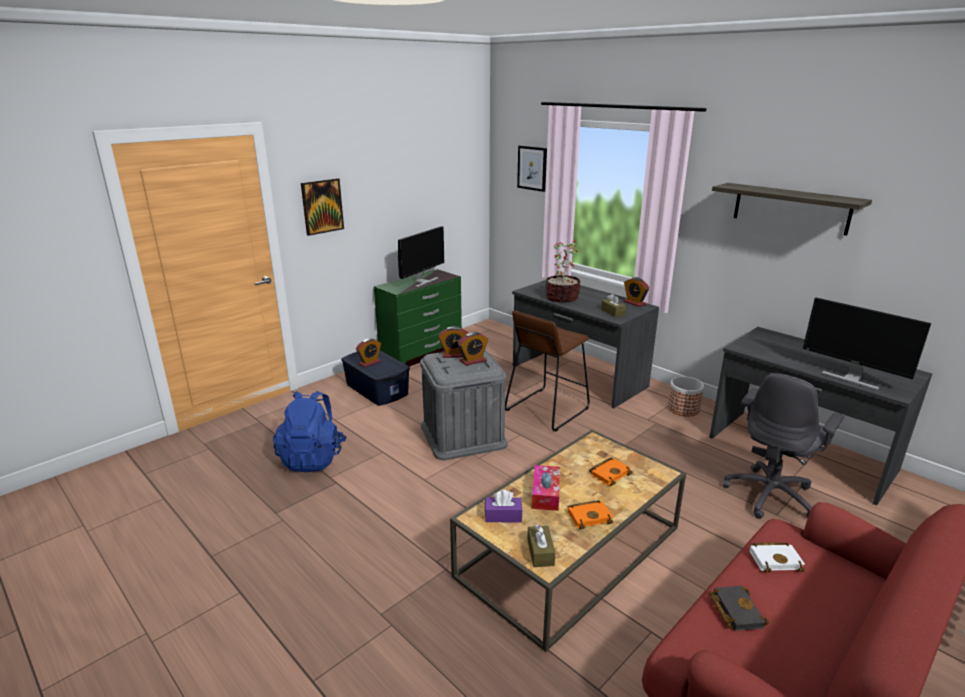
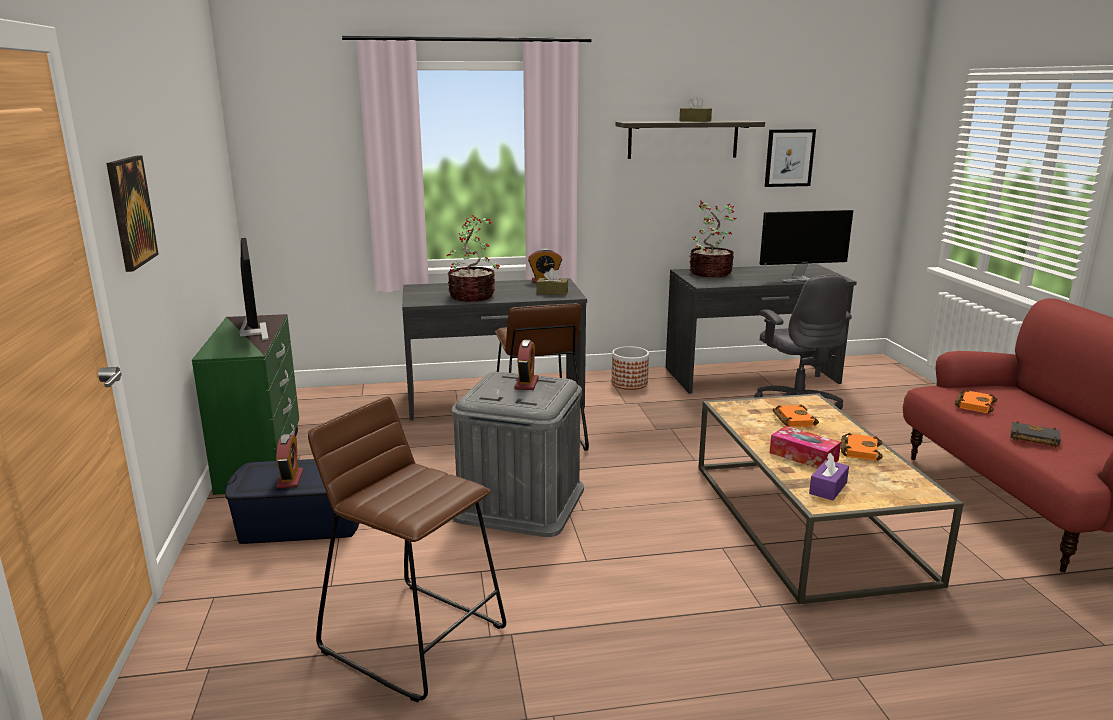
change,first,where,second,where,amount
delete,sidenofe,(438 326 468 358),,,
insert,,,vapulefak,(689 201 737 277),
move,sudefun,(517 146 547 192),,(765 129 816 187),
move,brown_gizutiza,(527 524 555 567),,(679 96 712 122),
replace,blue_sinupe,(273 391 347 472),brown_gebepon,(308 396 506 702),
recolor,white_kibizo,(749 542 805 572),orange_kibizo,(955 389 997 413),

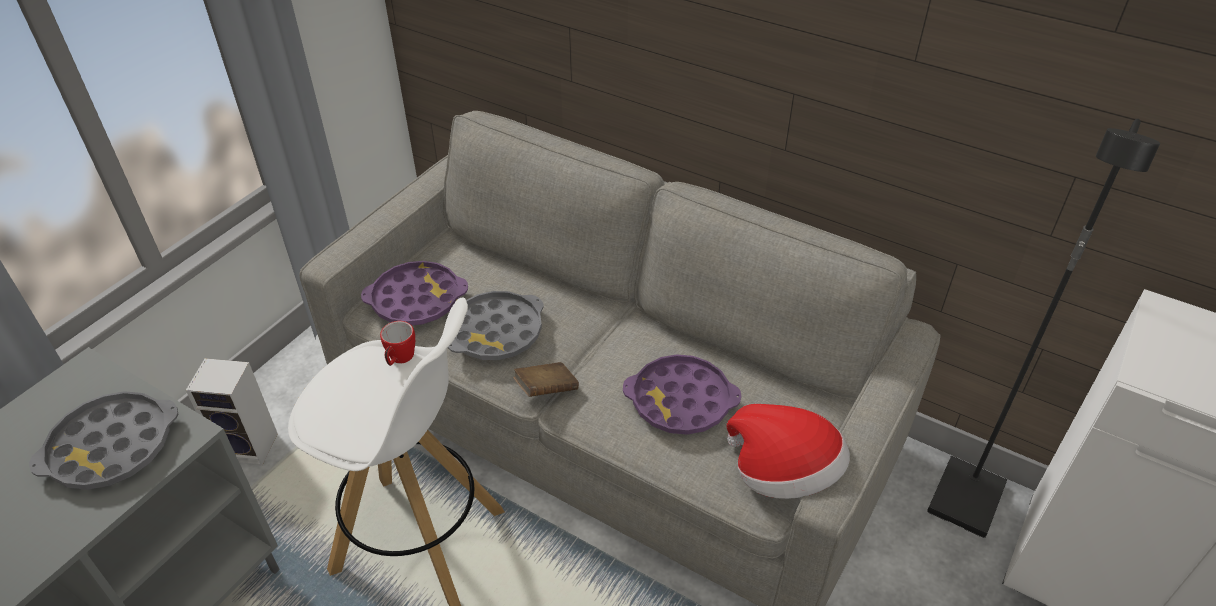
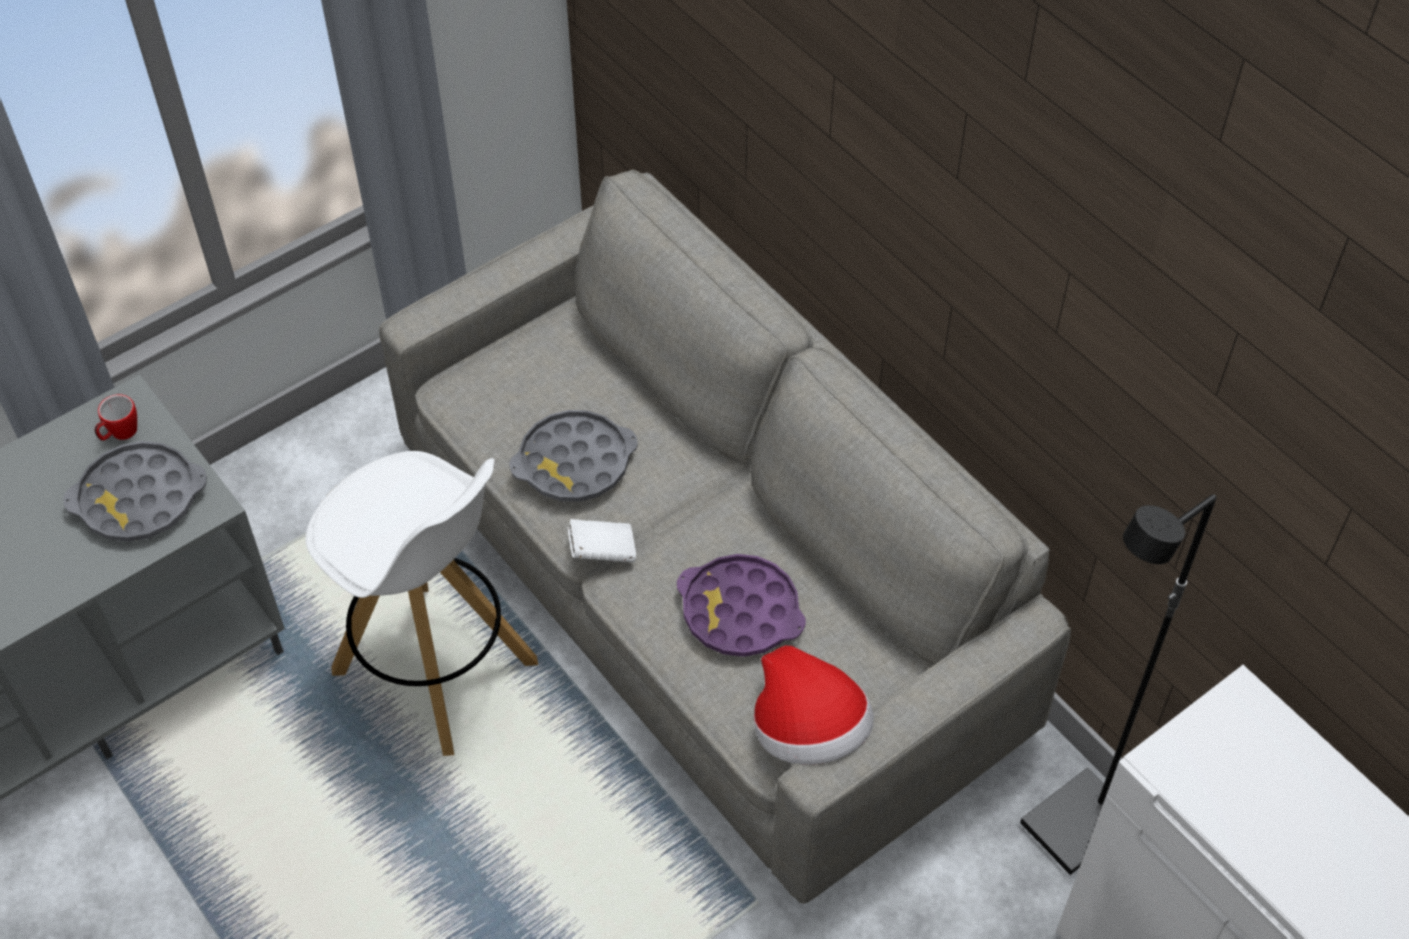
change,first,where,second,where,amount
delete,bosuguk,(186 358 278 465),,,
delete,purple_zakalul,(361 261 468 325),,,
move,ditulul,(380 321 415 366),,(95 394 137 440),
recolor,brown_kibizo,(513 362 579 397),white_kibizo,(568 519 636 563),

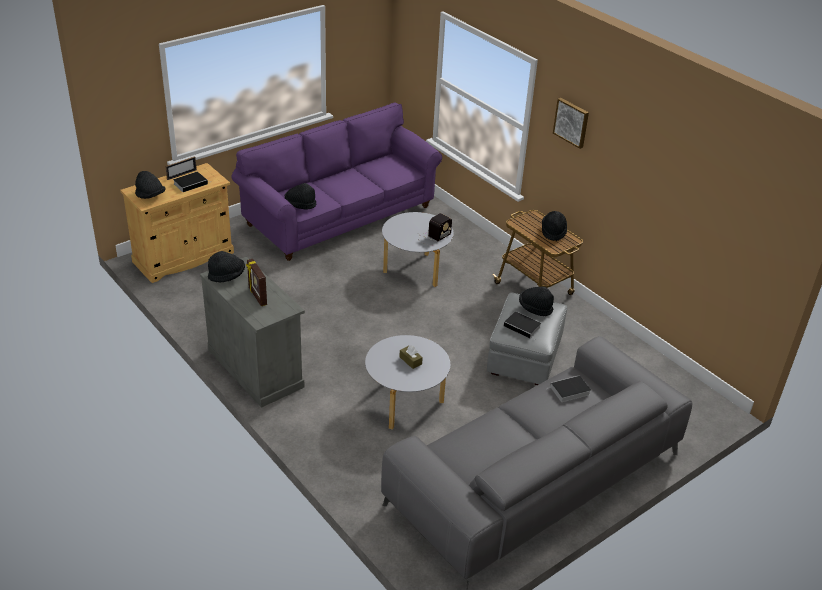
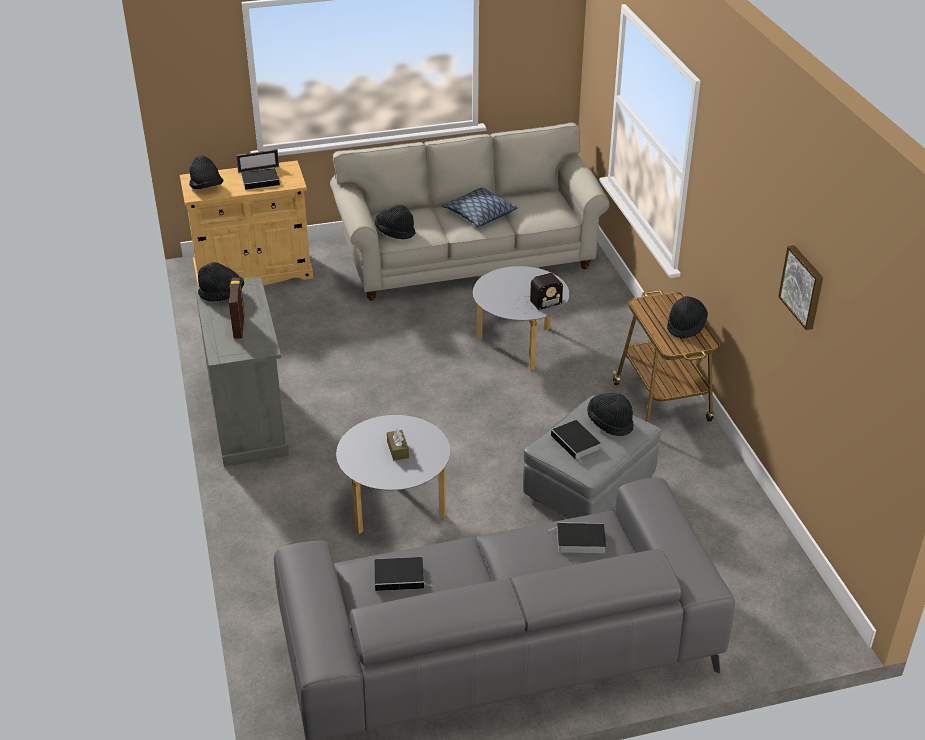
change,first,where,second,where,amount
insert,,,kibizo,(375 557 429 591),
insert,,,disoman,(442 188 518 227),
move,sudefun,(553 98 589 149),,(778 245 823 330),
recolor,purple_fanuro,(232 103 442 261),beige_fanuro,(330 123 610 301),

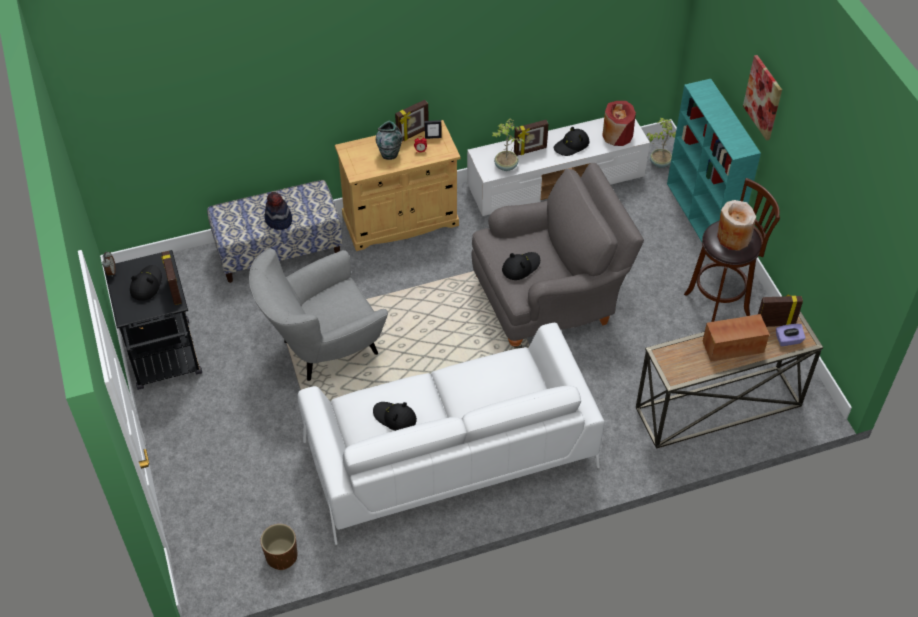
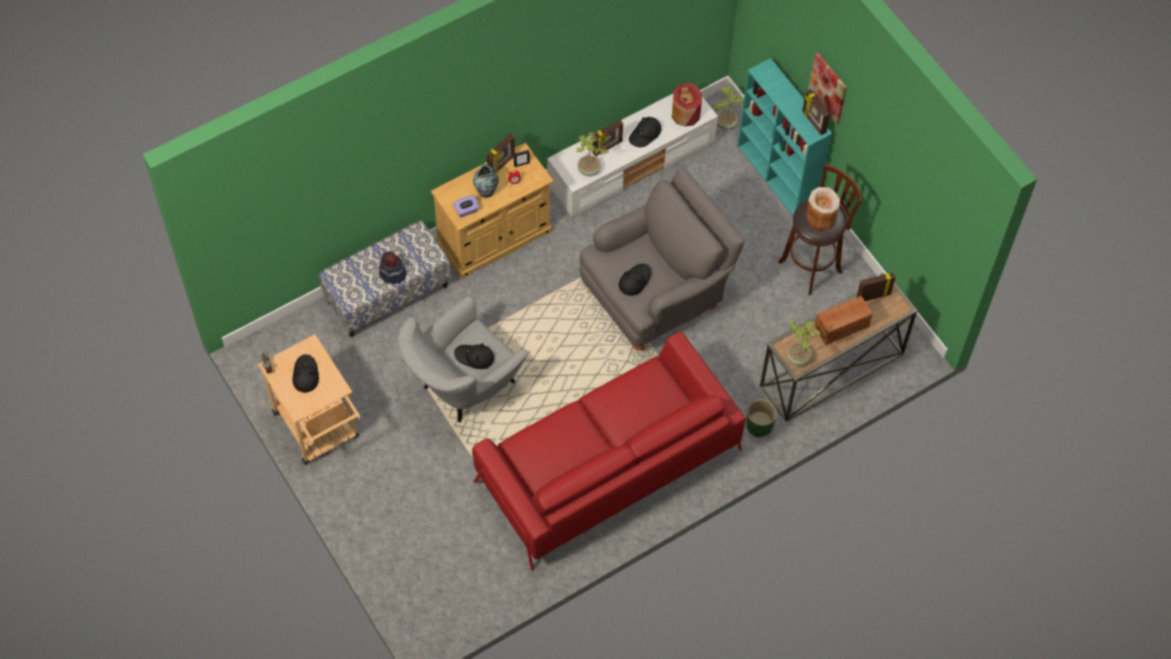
change,first,where,second,where,amount
delete,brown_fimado,(260 524 297 570),,,
insert,,,green_fimado,(746 399 777 437),
insert,,,vapulefak,(787 319 821 366),
move,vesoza,(161 251 182 305),,(802 89 830 135),
move,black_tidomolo,(373 402 417 431),,(454 343 494 369),
move,purple_gizutiza,(776 324 806 346),,(453 195 479 217),
recolor,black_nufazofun,(104 250 202 390),beige_nufazofun,(258 334 361 465),
recolor,white_fanuro,(298 323 605 545),red_fanuro,(472 332 746 571),

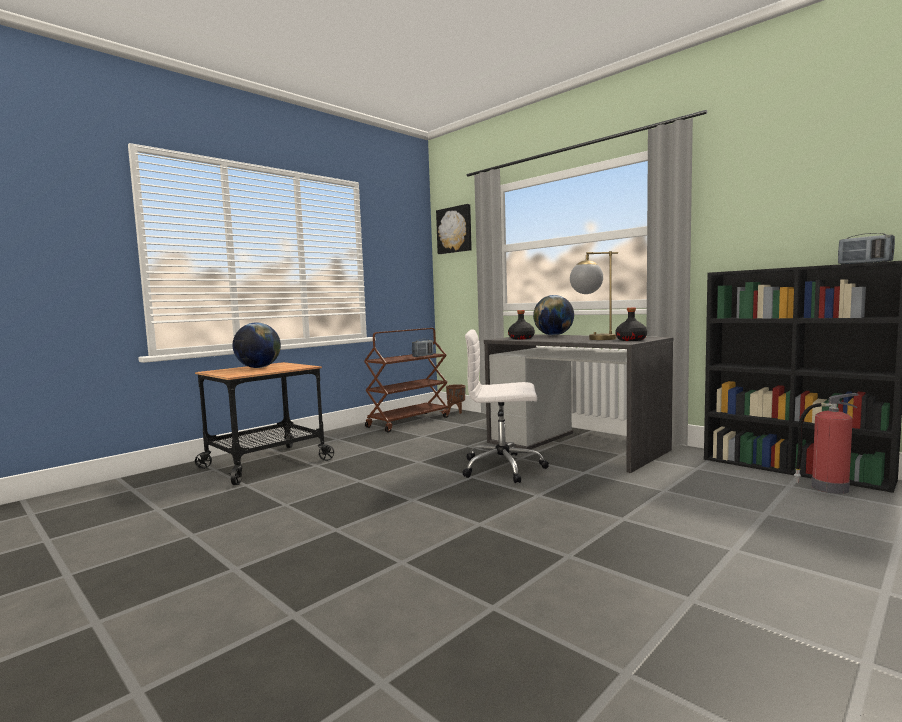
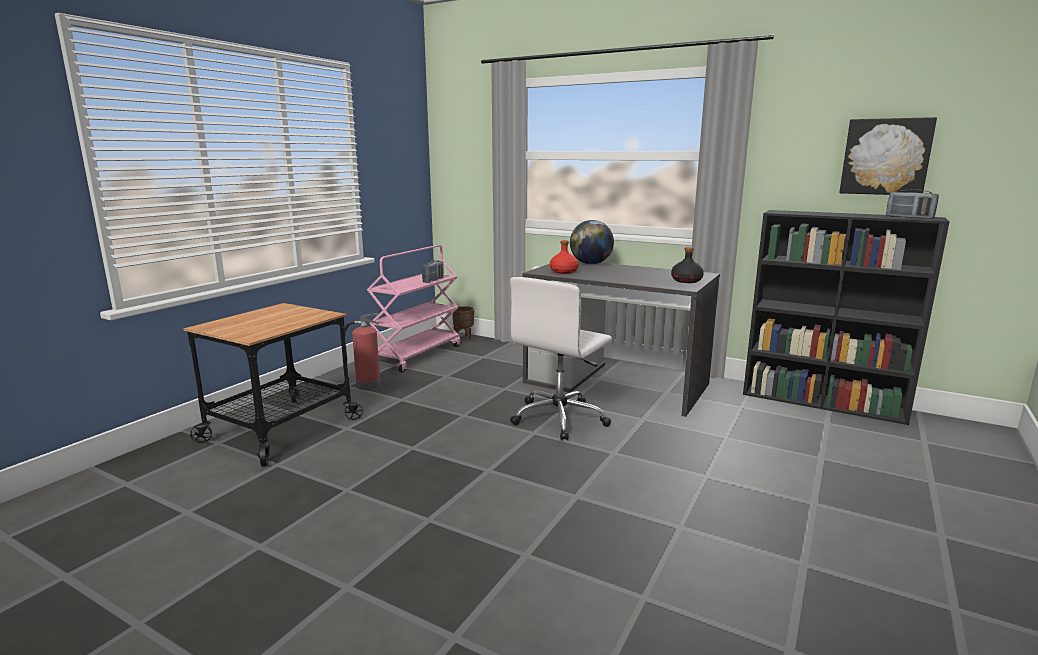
change,first,where,second,where,amount
delete,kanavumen,(233 322 281 368),,,
delete,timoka,(570 251 618 340),,,
move,sudefun,(436 204 472 254),,(839 117 937 195),
move,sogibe,(794 393 858 494),,(344 313 381 390),
recolor,brown_nufazofun,(364 328 450 433),pink_nufazofun,(367 245 460 373),
recolor,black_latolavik,(508 310 535 339),red_latolavik,(550 240 579 274),
rotate,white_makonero,(462 329 549 483),,(510 277 612 440),45 degrees counterclockwise

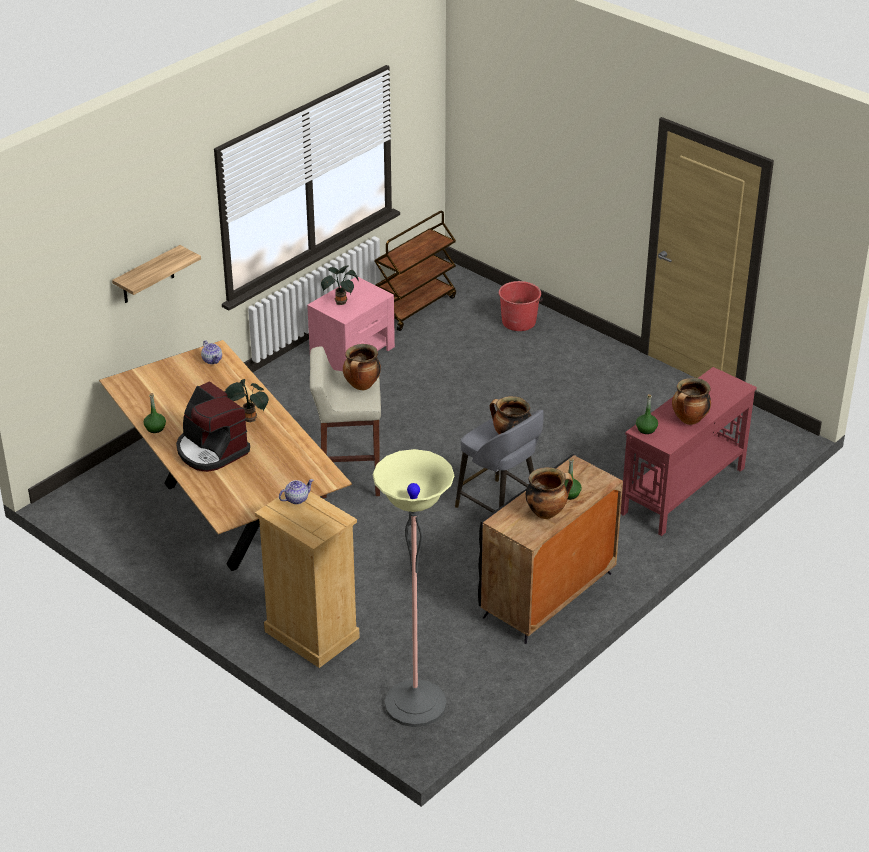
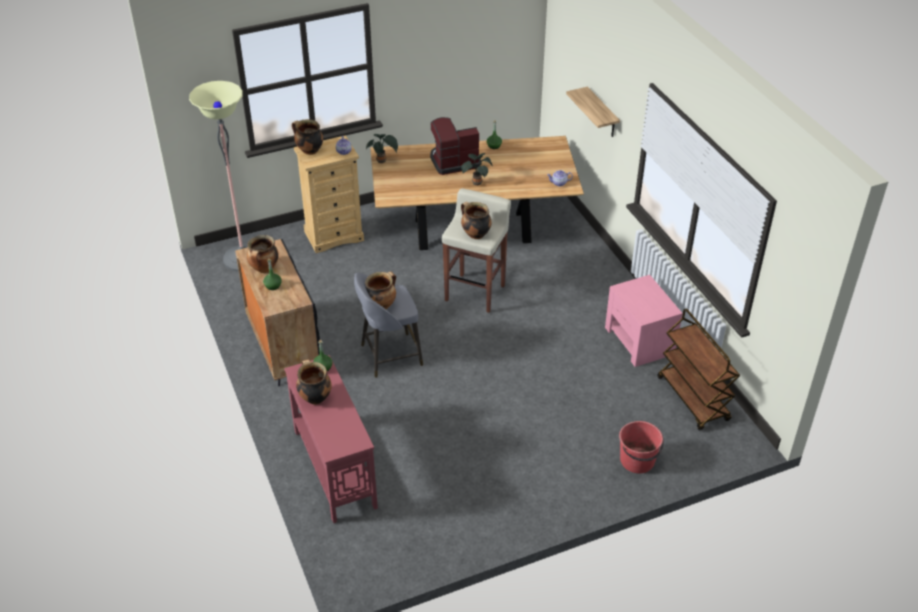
change,first,where,second,where,amount
insert,,,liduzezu,(292 119 323 155),
move,vapulefak,(321 265 359 305),,(366 134 398 163),

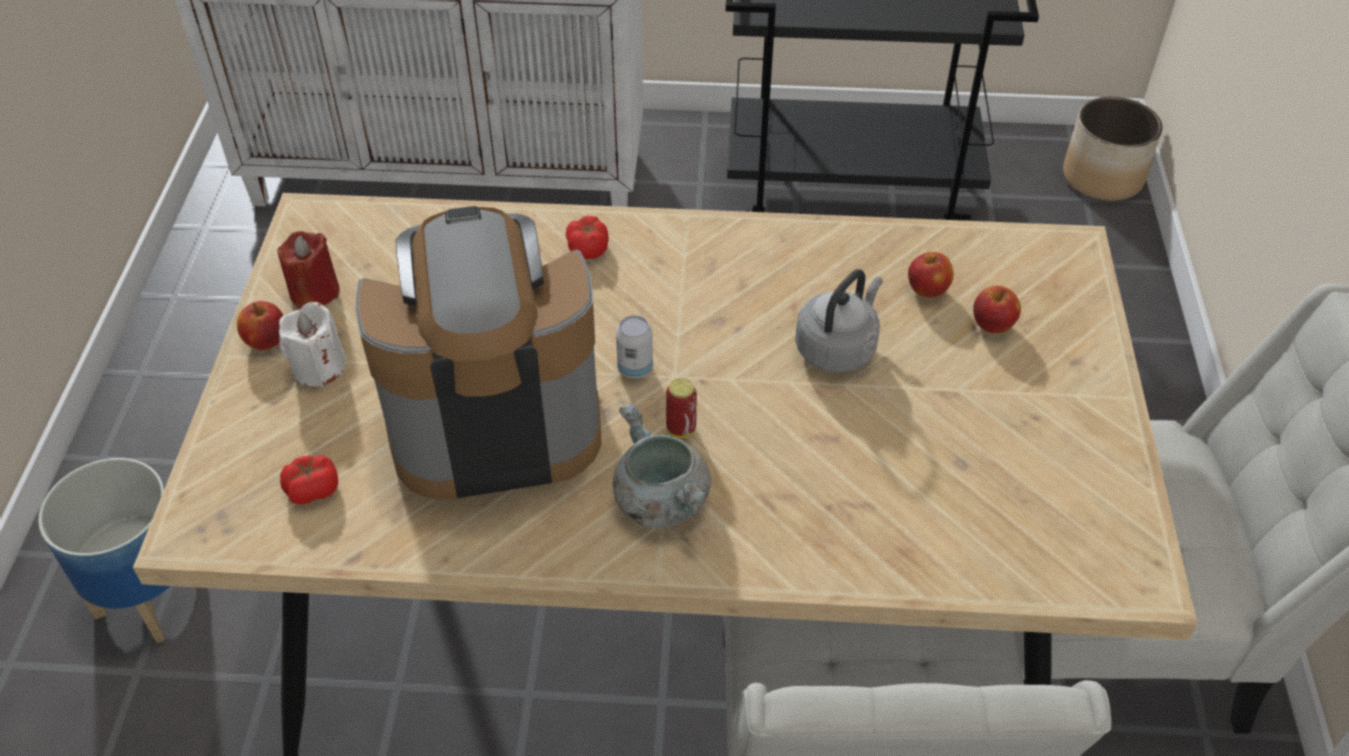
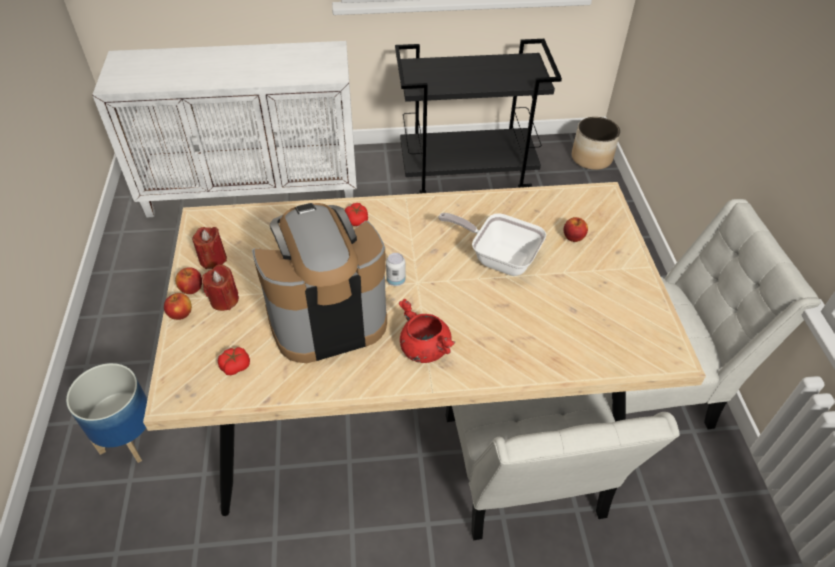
change,first,where,second,where,amount
delete,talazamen,(666 378 697 438),,,
move,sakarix,(908 252 954 298),,(164 293 192 320),
replace,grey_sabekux,(795 269 883 372),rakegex,(438 213 546 276),
recolor,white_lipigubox,(279 302 346 387),red_lipigubox,(202 265 239 311),
recolor,grey_liduzezu,(612 403 711 528),red_liduzezu,(399 299 455 363),

